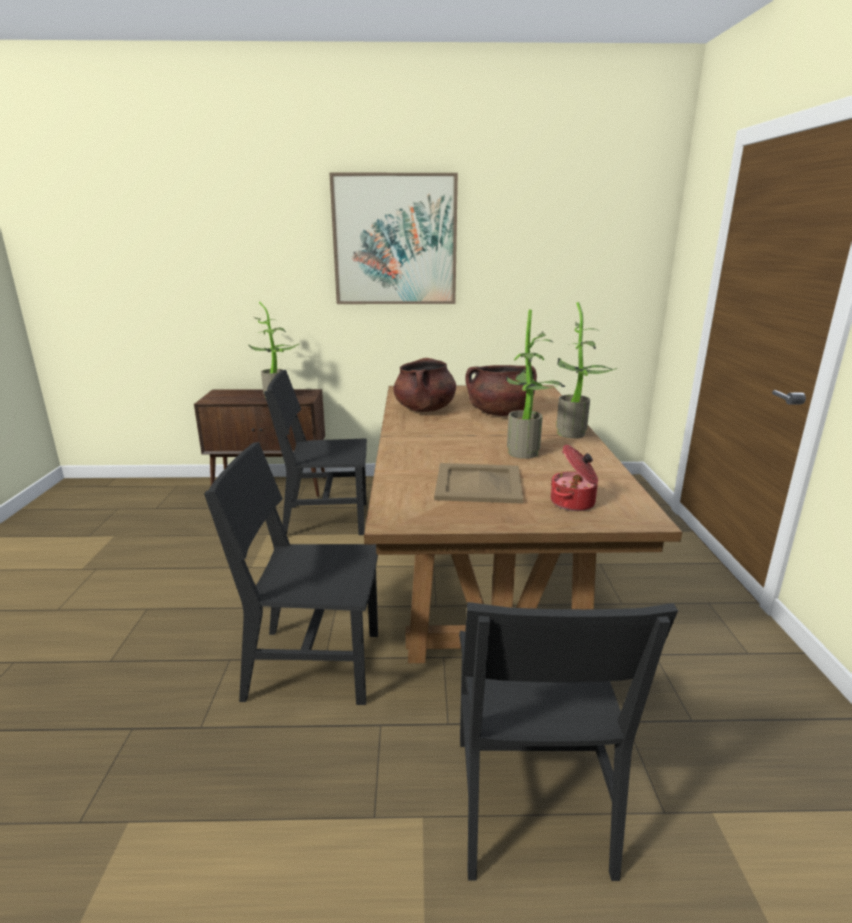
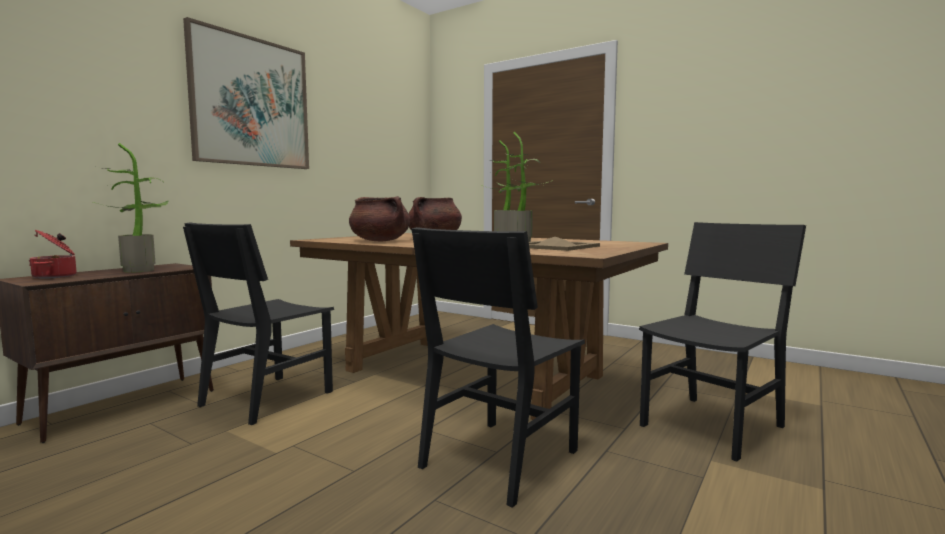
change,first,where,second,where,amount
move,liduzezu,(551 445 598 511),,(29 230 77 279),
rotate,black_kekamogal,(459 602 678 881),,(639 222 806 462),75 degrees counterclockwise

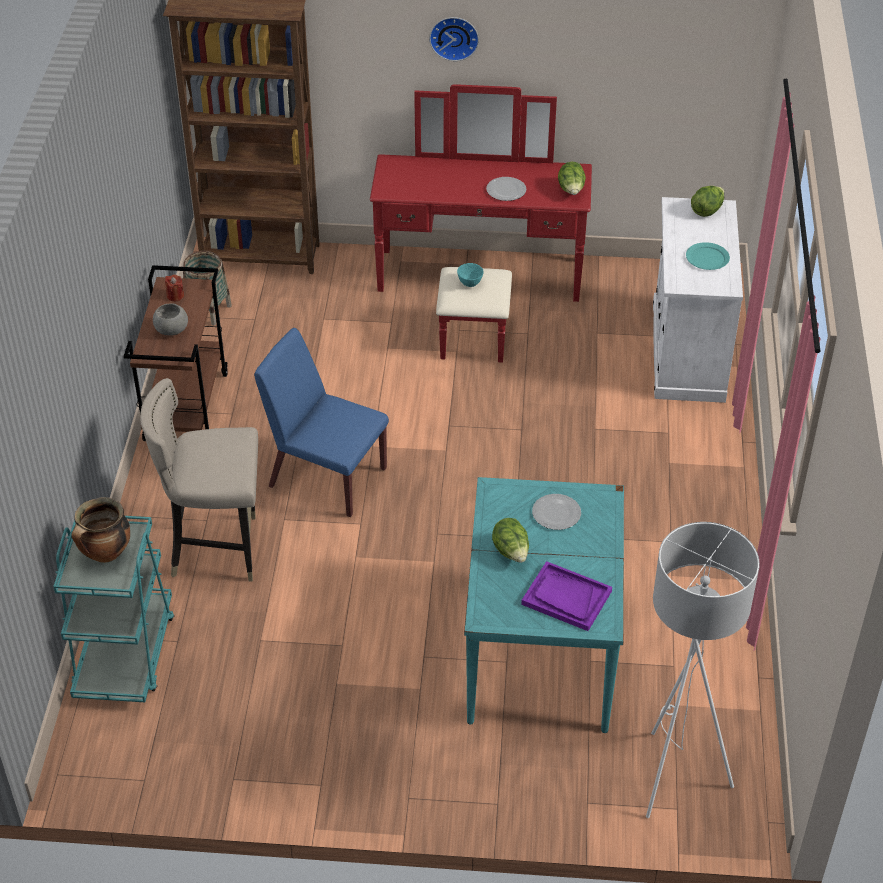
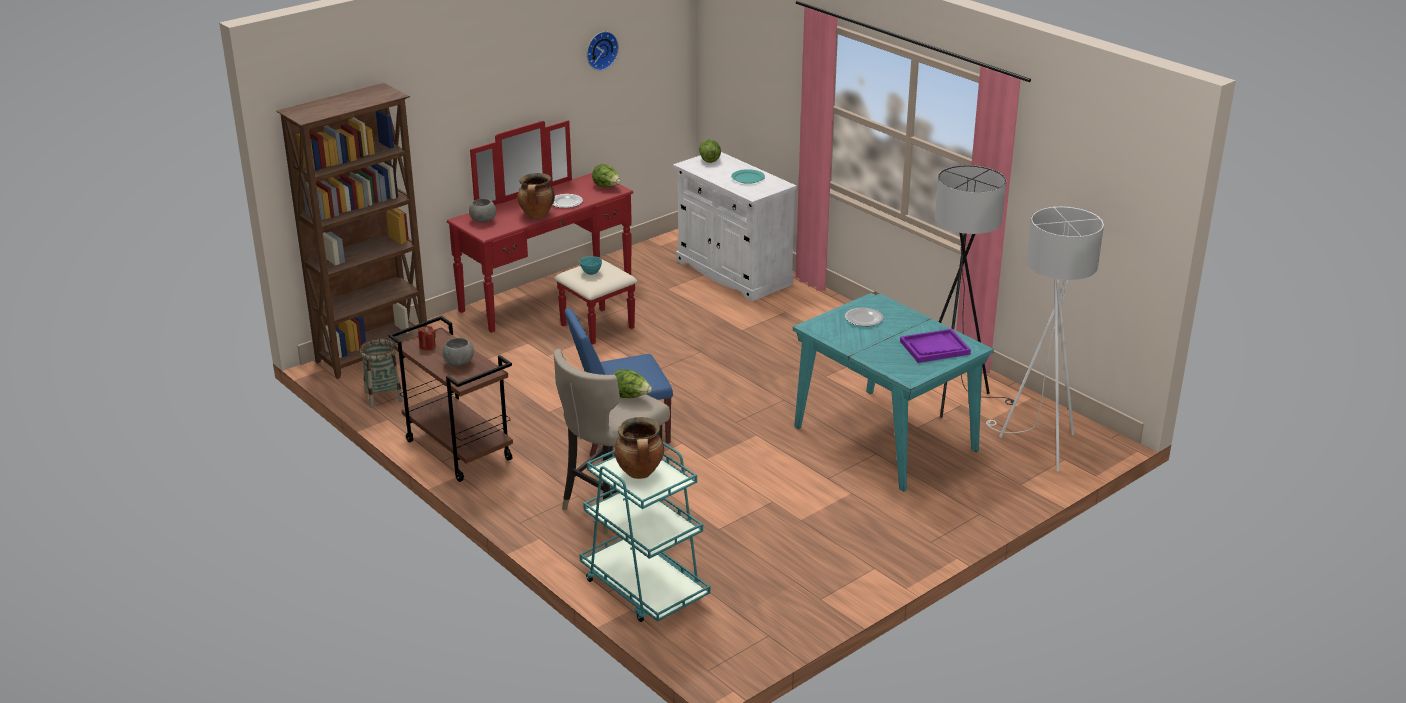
change,first,where,second,where,amount
insert,,,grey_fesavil,(469 199 496 223),
insert,,,liduzezu,(517 173 555 218),
insert,,,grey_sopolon,(935 165 1014 418),
move,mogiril,(429 17 479 61),,(587 31 619 71),
move,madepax,(492 518 529 563),,(613 369 652 398),

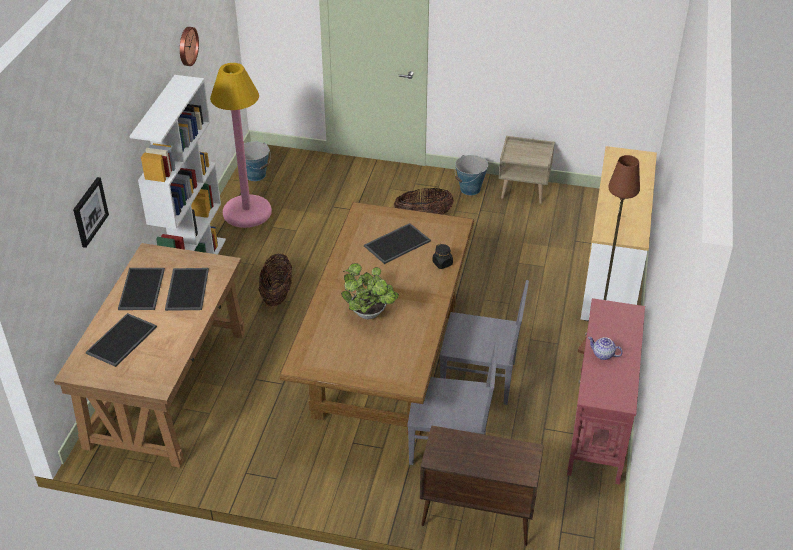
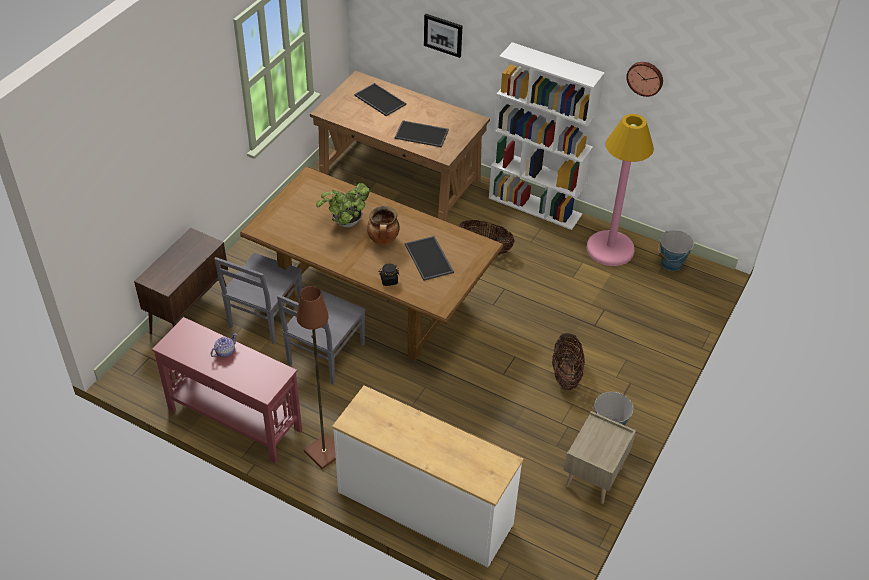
change,first,where,second,where,amount
delete,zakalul,(118 268 165 310),,,
insert,,,liduzezu,(367 206 400 246),

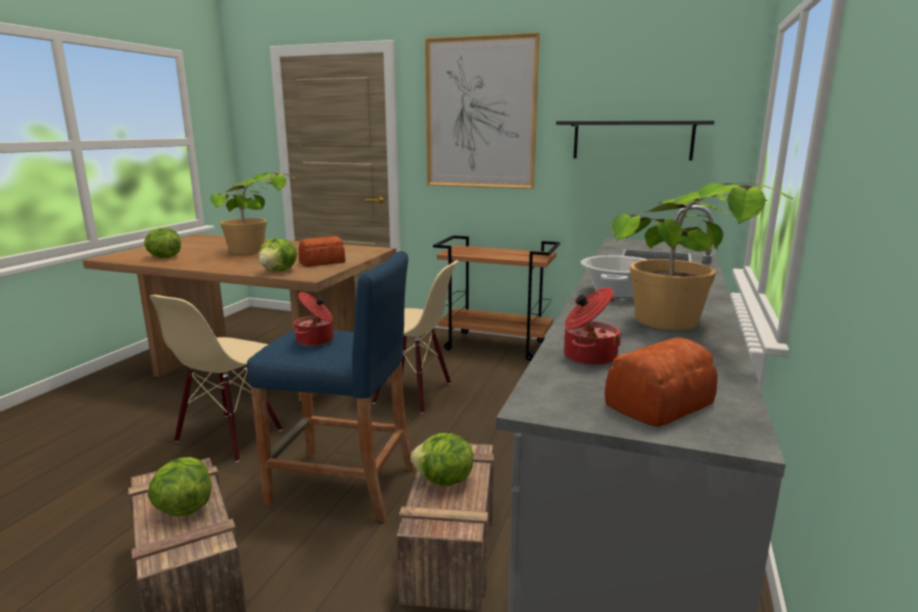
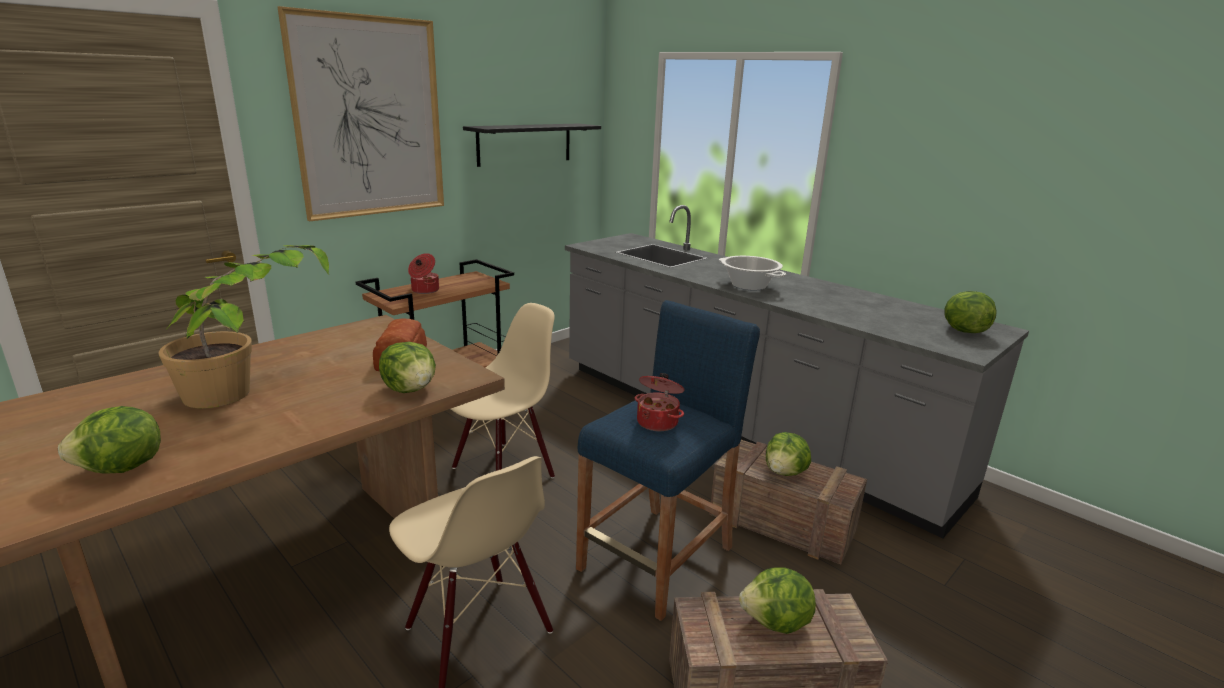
change,first,where,second,where,amount
delete,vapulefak,(612 182 793 330),,,
move,liduzezu,(564 287 622 366),,(408 253 439 294),
replace,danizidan,(605 338 718 427),madepax,(944 291 997 333),

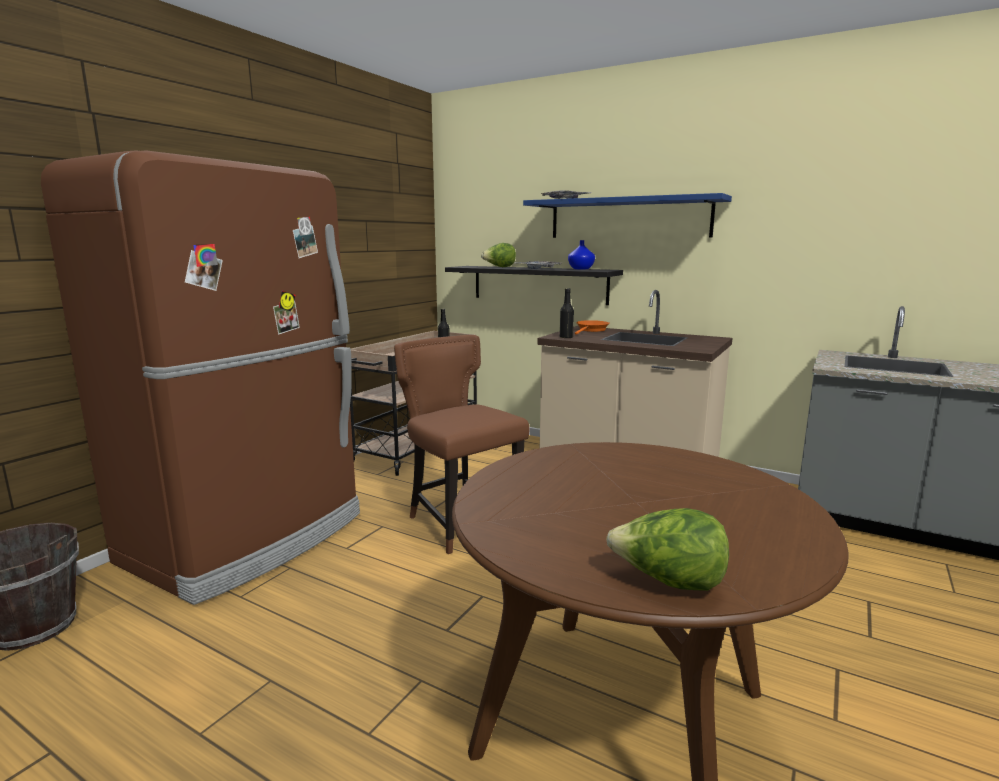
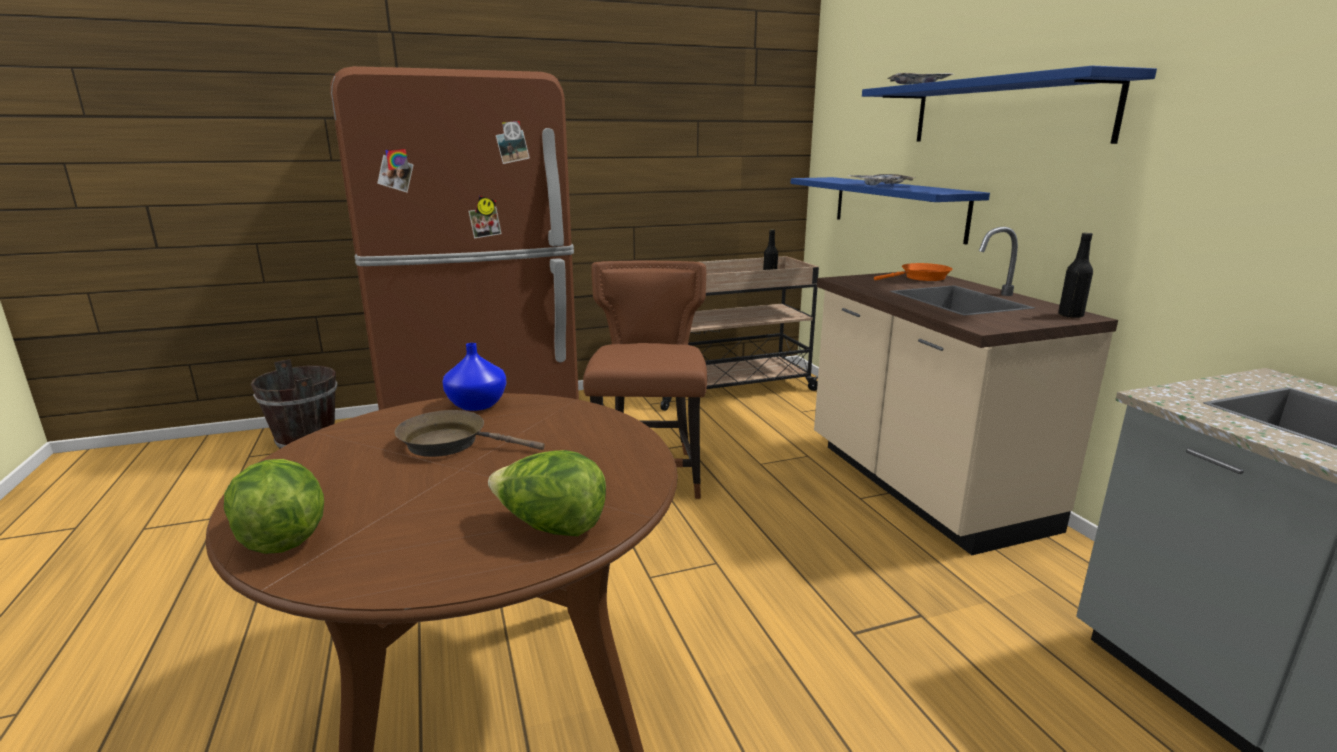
change,first,where,second,where,amount
insert,,,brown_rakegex,(395 410 545 457),
move,madepax,(481 243 516 267),,(488 450 606 536),
move,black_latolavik,(560 288 574 339),,(1058 233 1093 318),
move,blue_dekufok,(568 240 595 269),,(443 343 507 411),
recolor,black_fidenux,(445 266 623 305),blue_fidenux,(791 177 990 245),

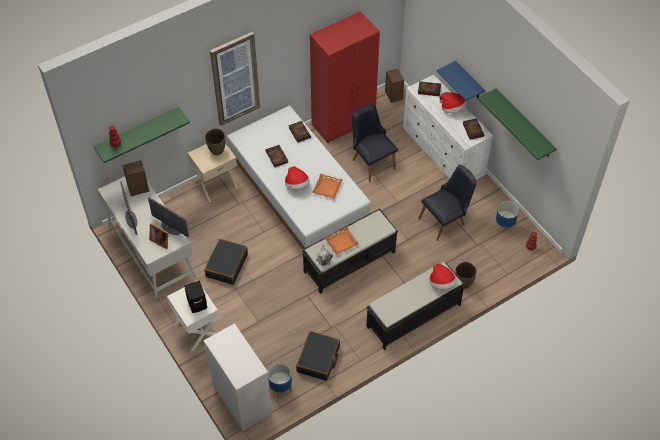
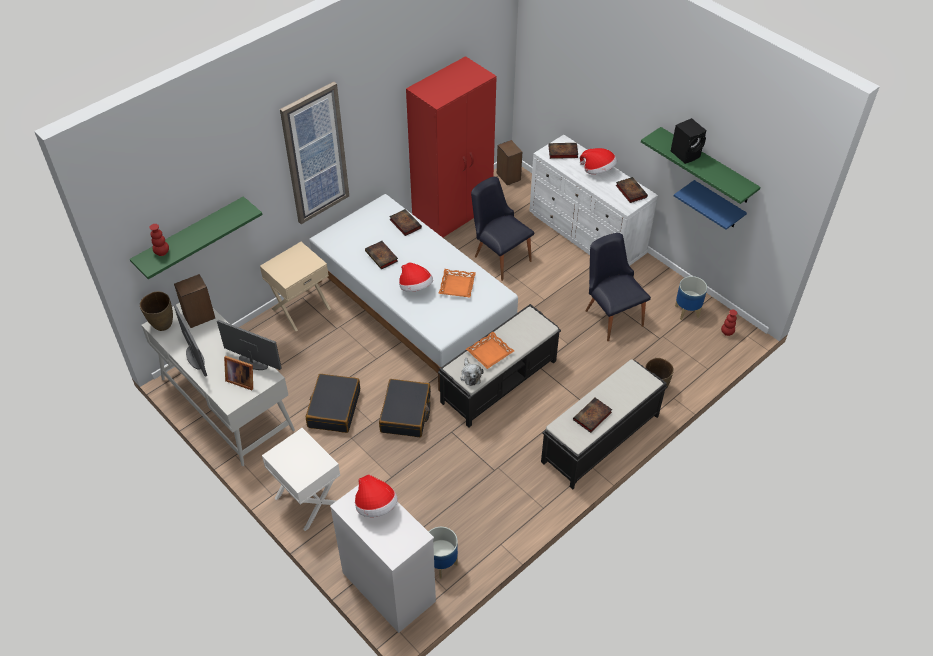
change,first,where,second,where,amount
insert,,,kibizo,(573 398 612 433),
move,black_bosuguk,(184 280 207 313),,(671 118 706 164),
move,brown_dekufok,(205 129 225 155),,(140 291 173 331),
move,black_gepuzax,(296 331 340 381),,(379 379 431 437),
move,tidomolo,(430 263 456 289),,(355 475 398 517),
move,blue_fidenux,(437 61 485 101),,(674 180 747 230),
rotate,black_kekamogal,(418 165 477 241),,(586 233 651 341),75 degrees counterclockwise

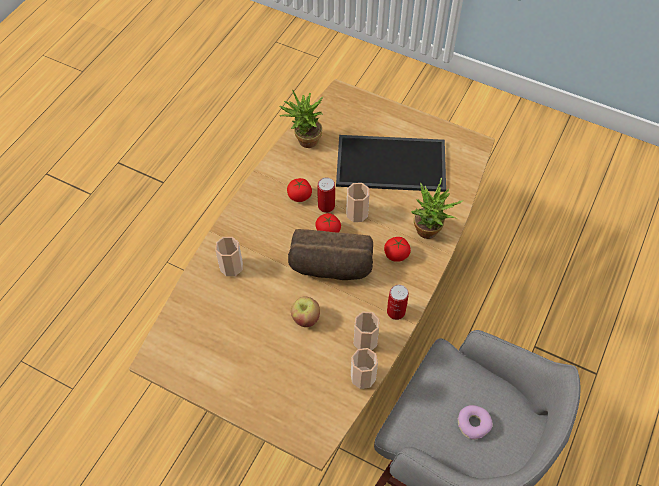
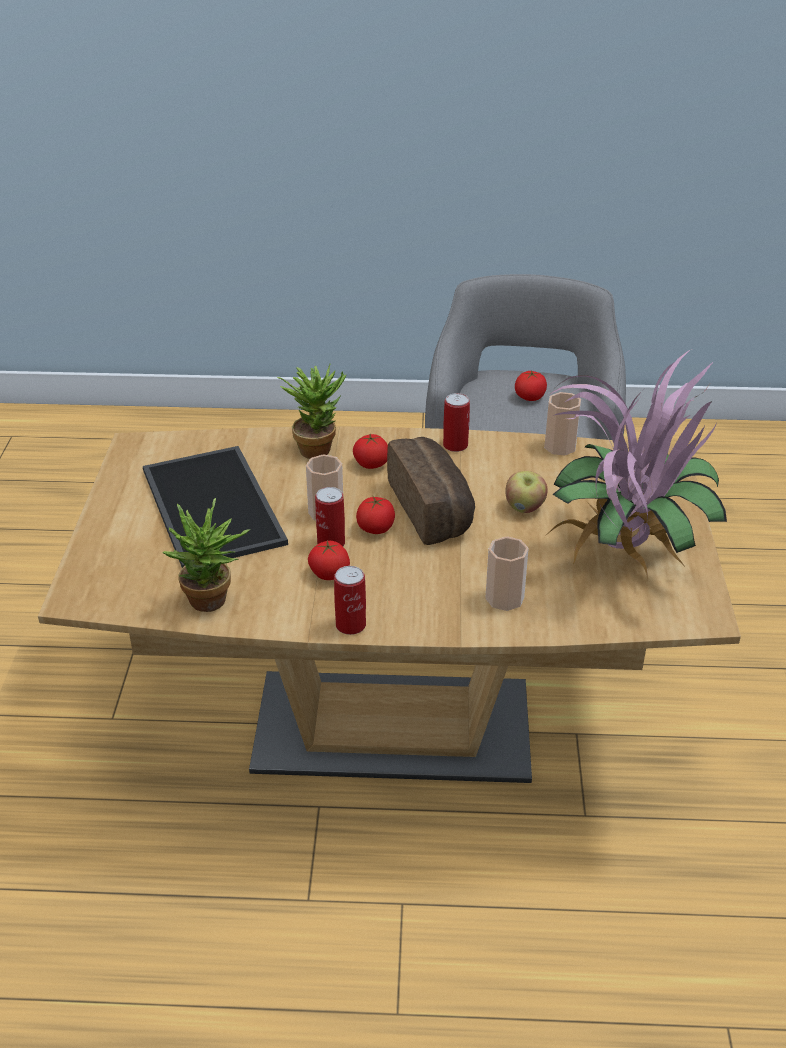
change,first,where,second,where,amount
delete,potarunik,(354 312 380 350),,,
insert,,,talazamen,(334 566 366 635),
insert,,,vapulefak,(548 349 727 581),
replace,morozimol,(457 405 493 440),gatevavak,(515 371 547 401),

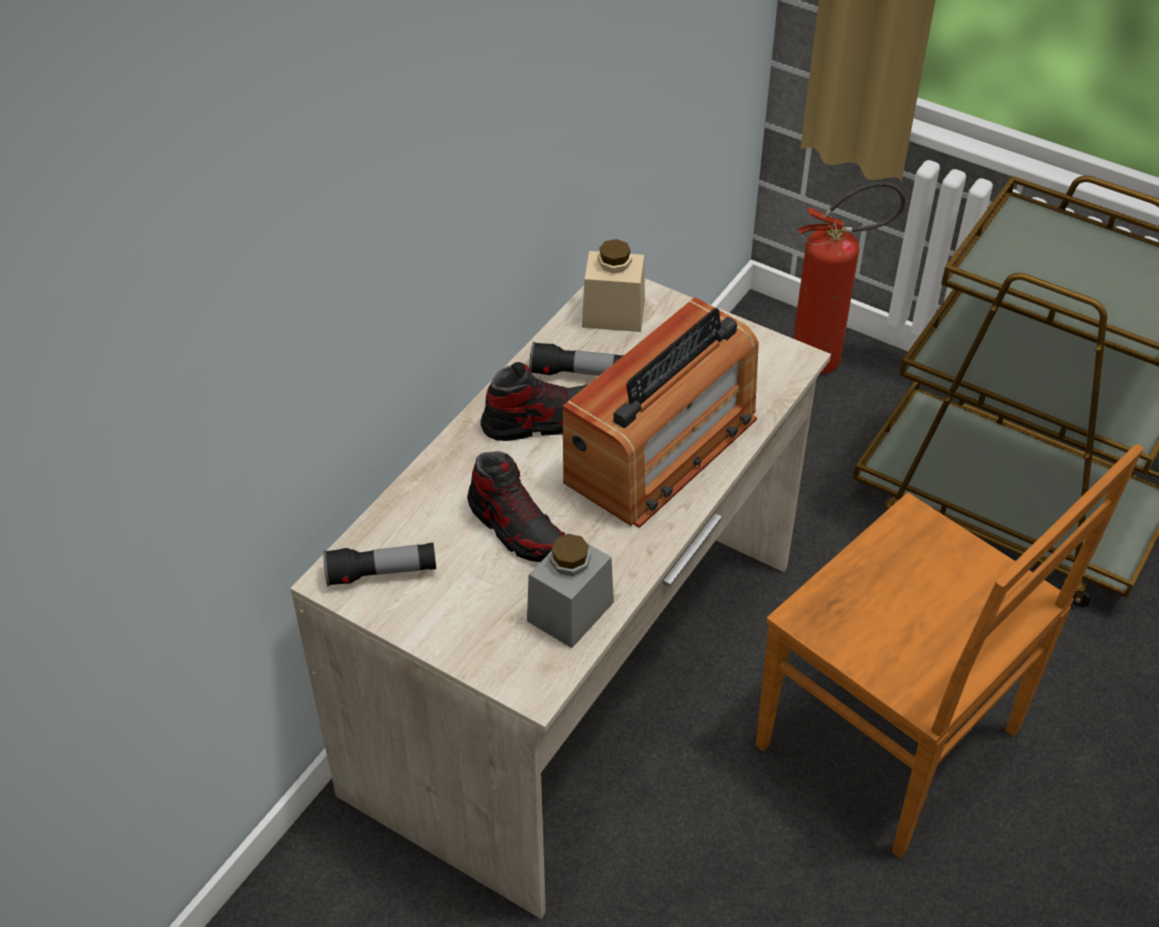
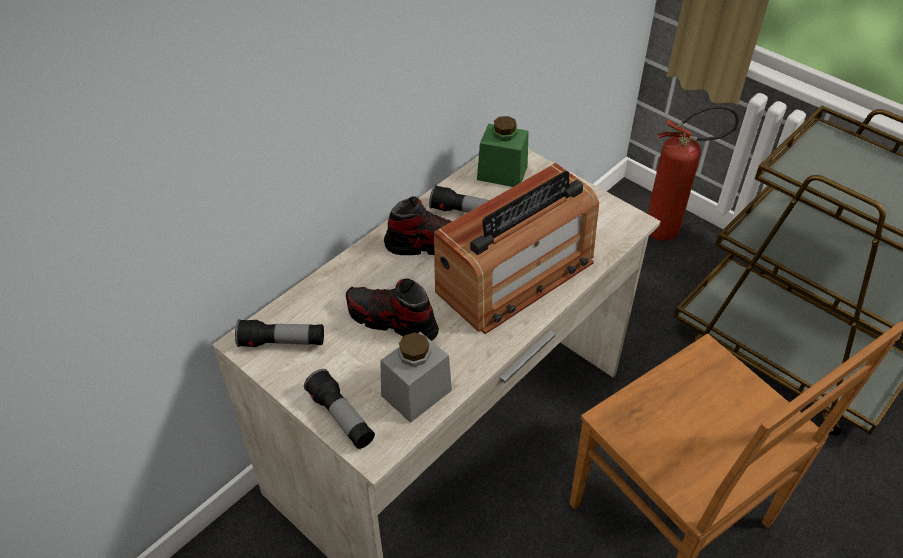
change,first,where,second,where,amount
insert,,,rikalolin,(304 369 375 449),
recolor,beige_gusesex,(582 239 645 332),green_gusesex,(477 116 529 187),
rotate,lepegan,(467 451 565 562),,(346 279 439 341),150 degrees clockwise

